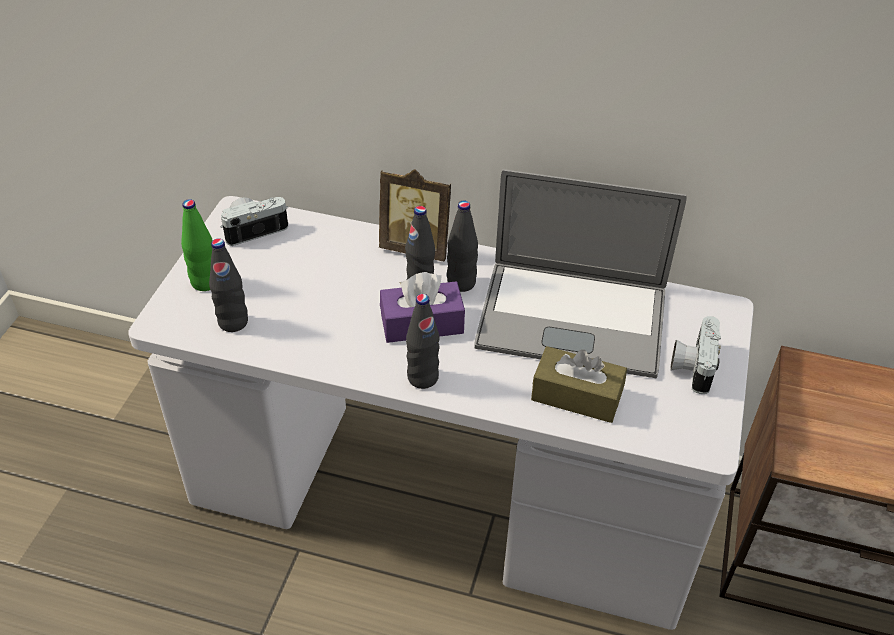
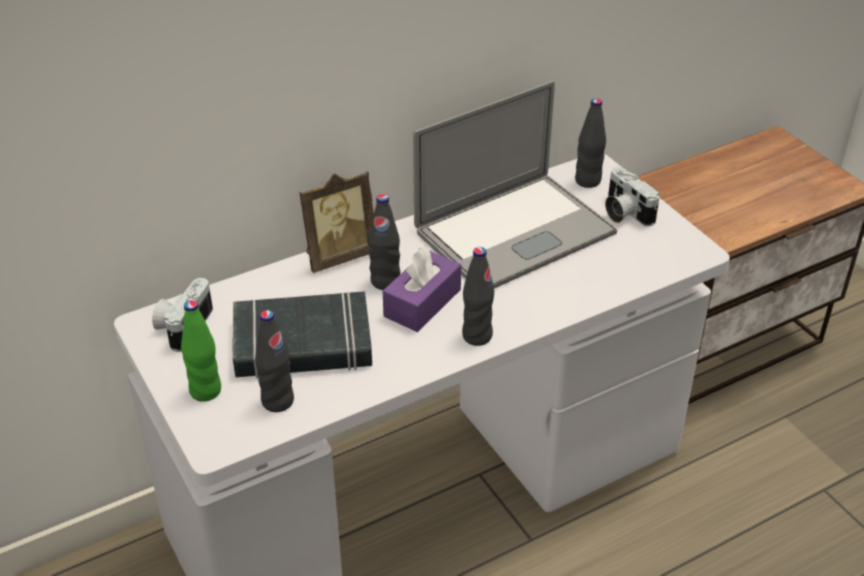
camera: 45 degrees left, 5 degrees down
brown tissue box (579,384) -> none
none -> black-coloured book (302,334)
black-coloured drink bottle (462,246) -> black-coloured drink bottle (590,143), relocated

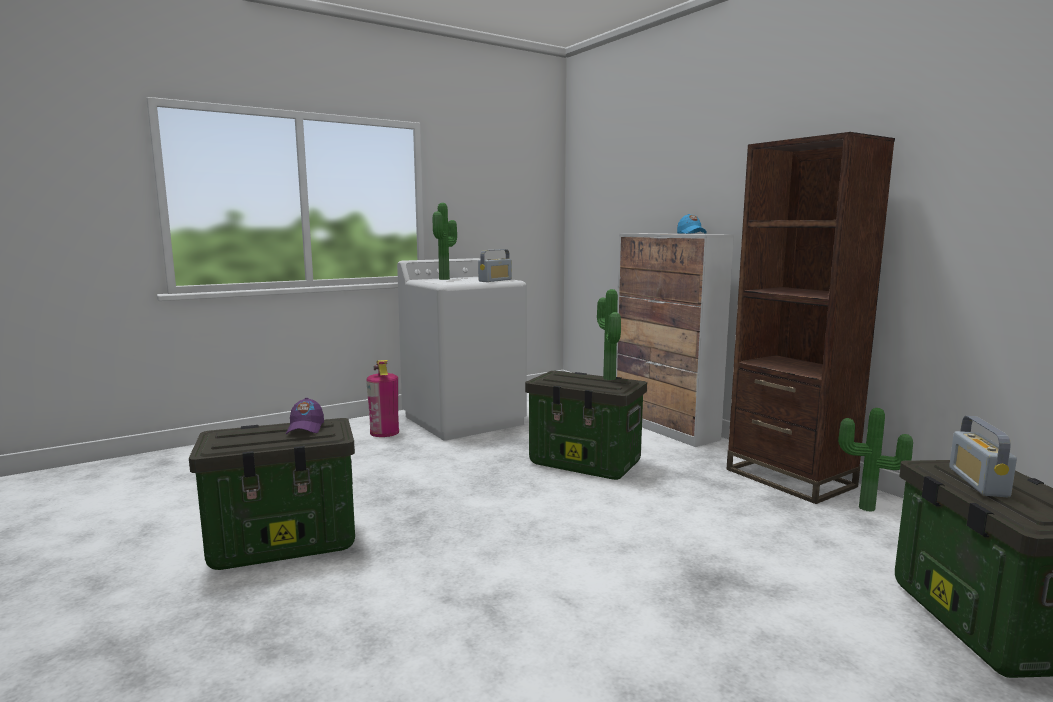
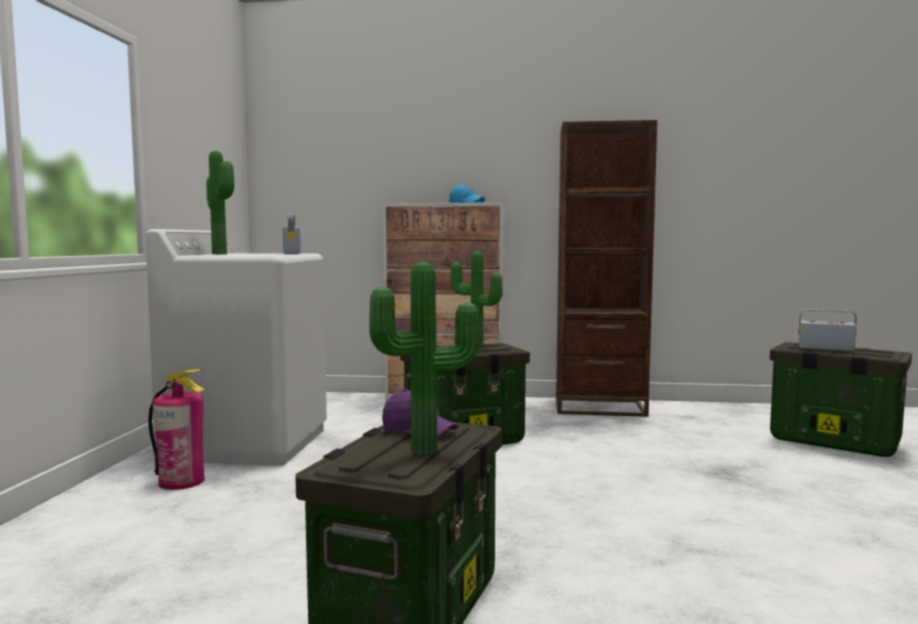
camera: 50 degrees left, 5 degrees down
plant in a pot (875,460) -> plant in a pot (424,358), relocated
radio receiver (983,456) -> radio receiver (827,330), 150 degrees clockwise

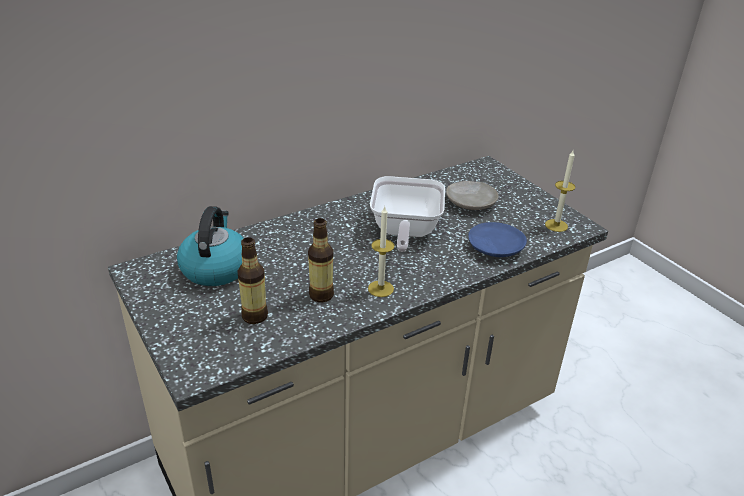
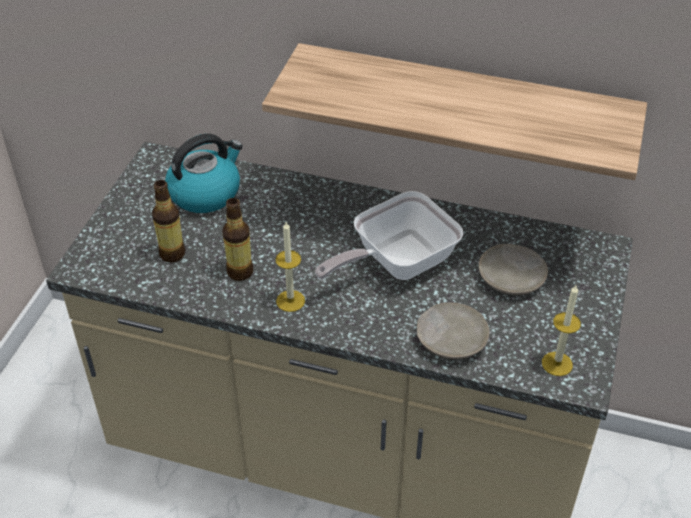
camera: 50 degrees right, 10 degrees up
none -> wall shelf (454,111)
bluish dinner plate (497,239) -> beige dinner plate (453,331)

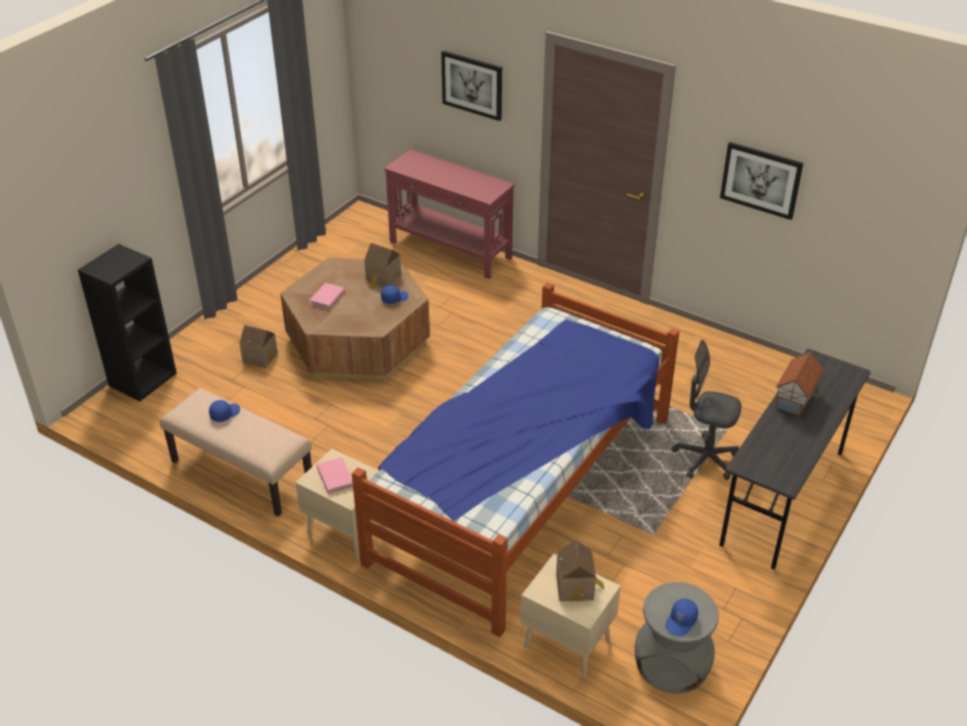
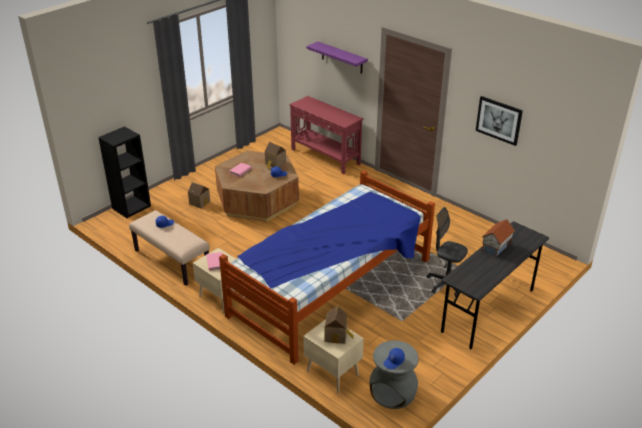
camera: 10 degrees right, 5 degrees down
picture (471,86) -> purple wall shelf (337,58)

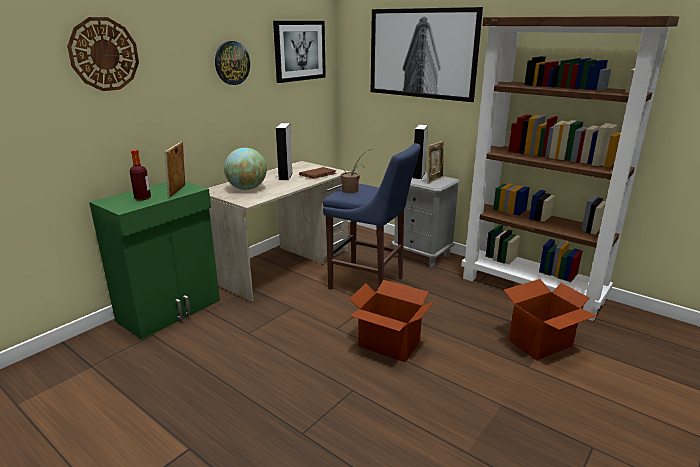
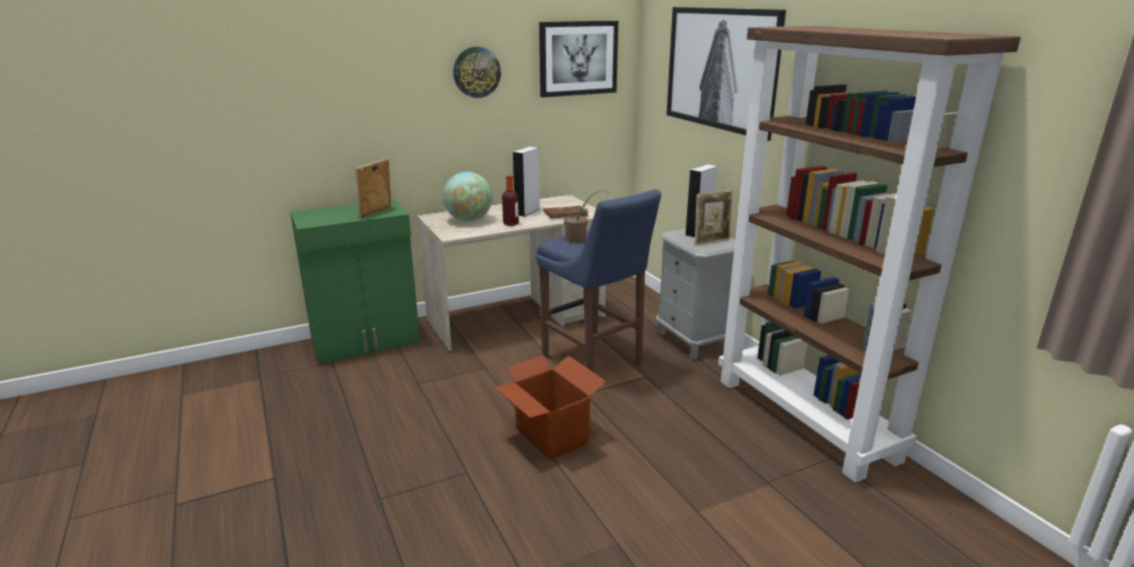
camera: 25 degrees right, 0 degrees up
wall clock (103,54) -> none
cardboard box (550,320) -> none
drink bottle (140,175) -> drink bottle (510,200), relocated

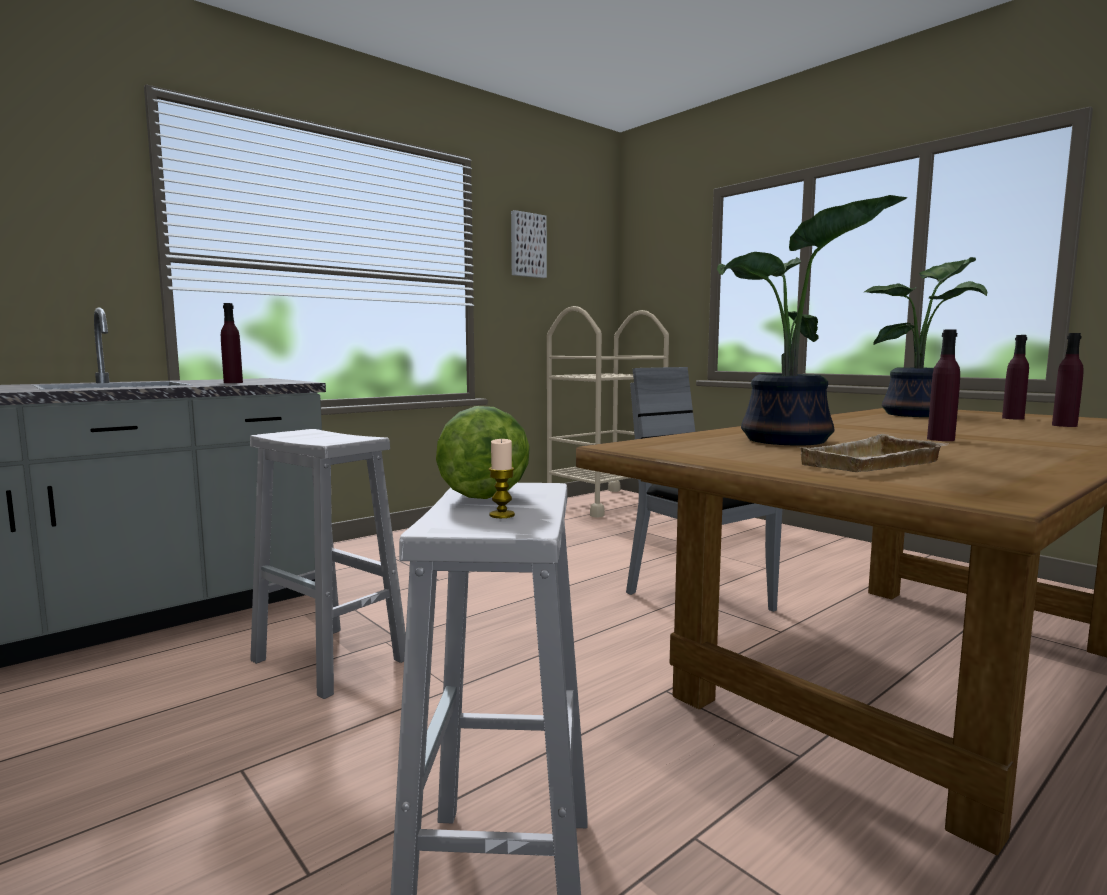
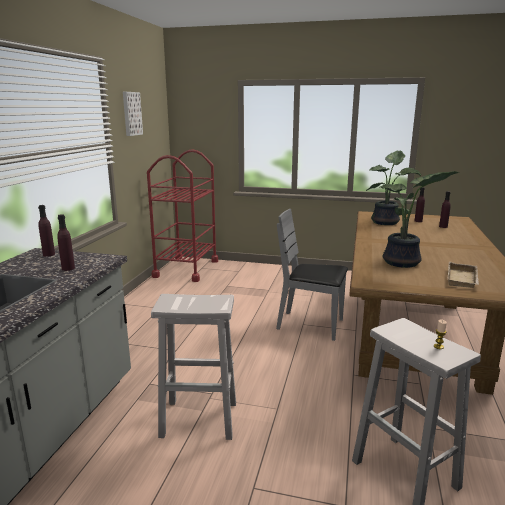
camera: 35 degrees left, 10 degrees up
head of lettuce (483,452) -> none
purple drink bottle (943,385) -> purple drink bottle (46,231), relocated
beige trolley (608,412) -> red-coloured trolley (182,215)

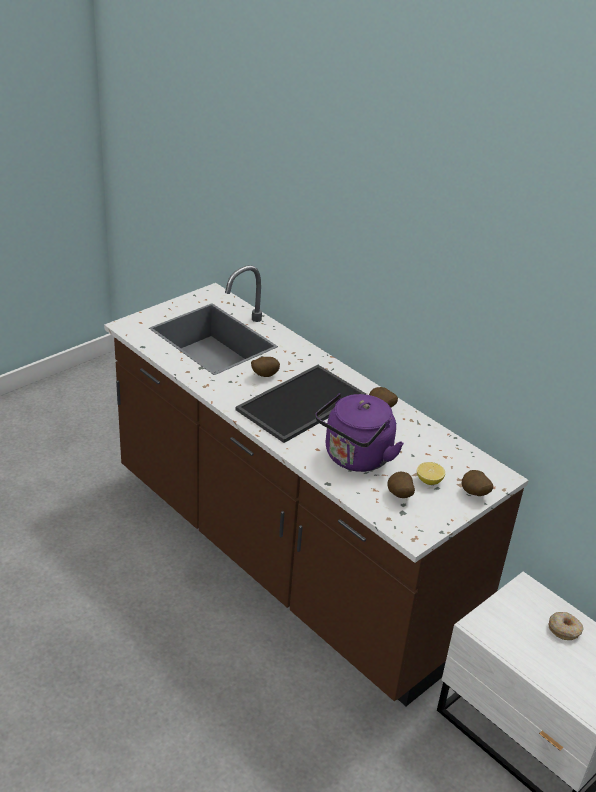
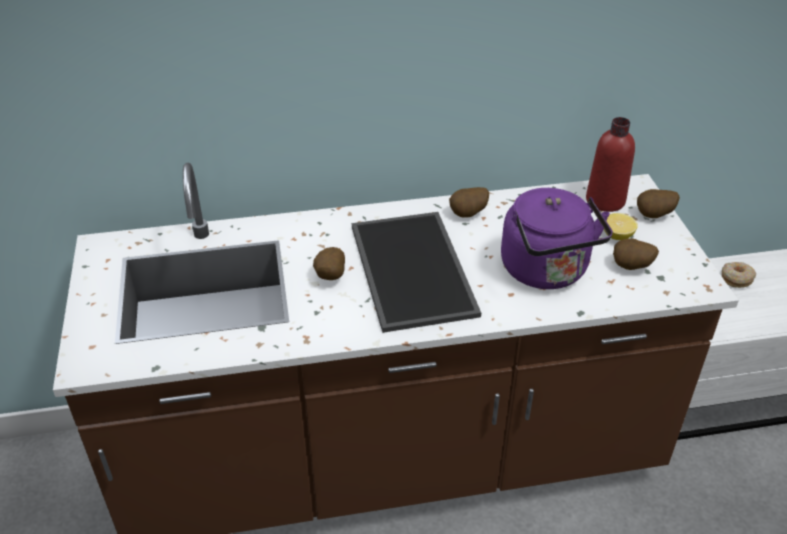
camera: 55 degrees left, 5 degrees up
none -> red-coloured drink bottle (610,164)

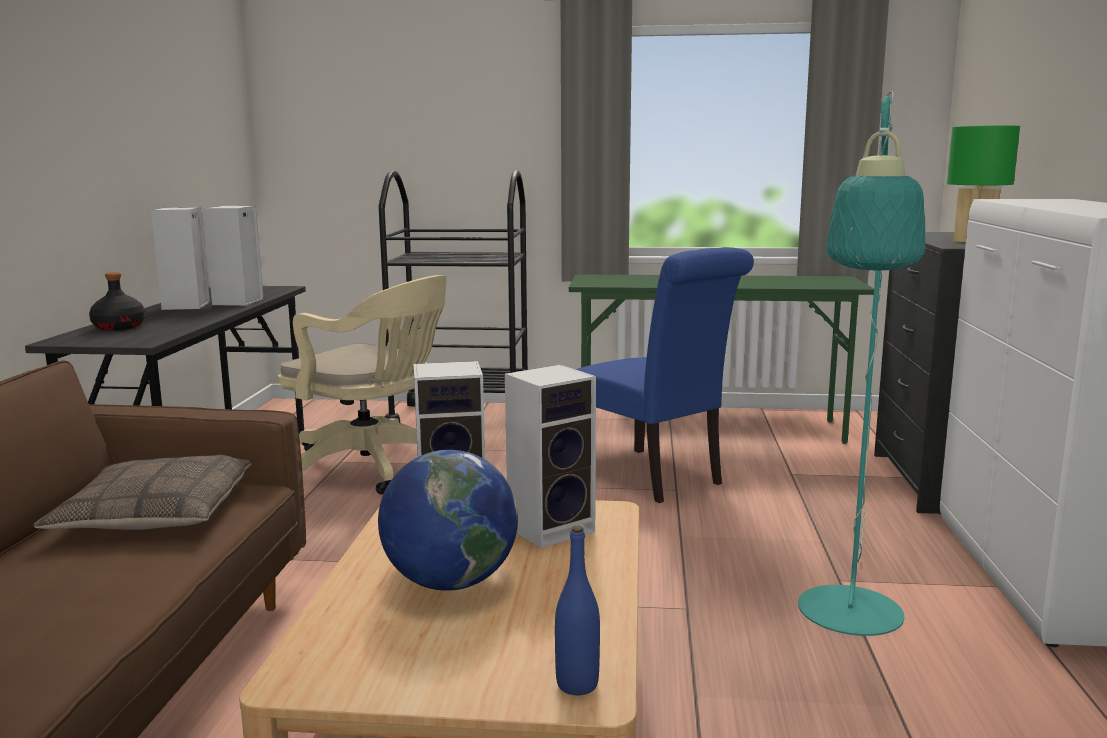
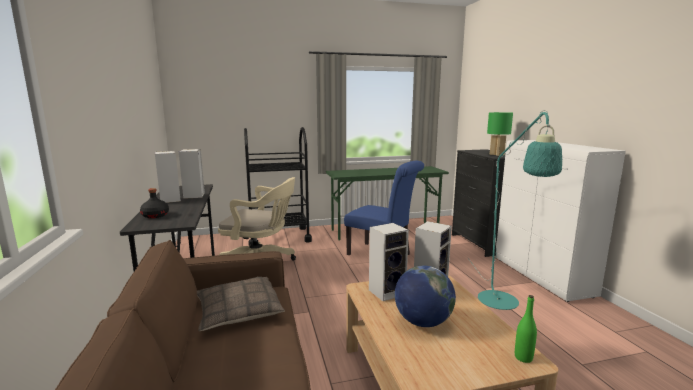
camera: 20 degrees left, 0 degrees up
bluish drink bottle (577,610) -> green-coloured drink bottle (526,329)

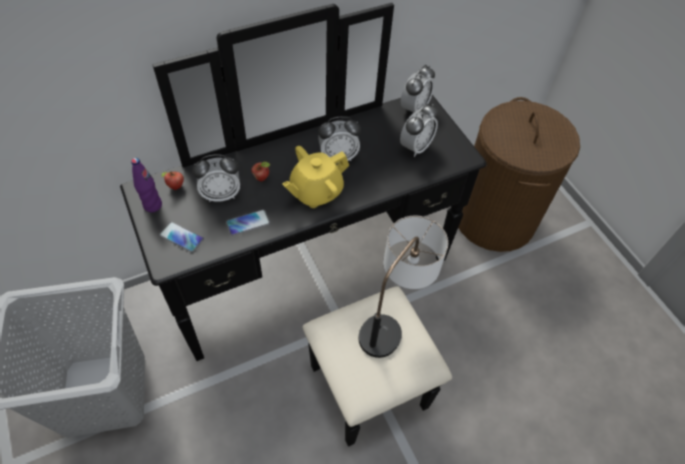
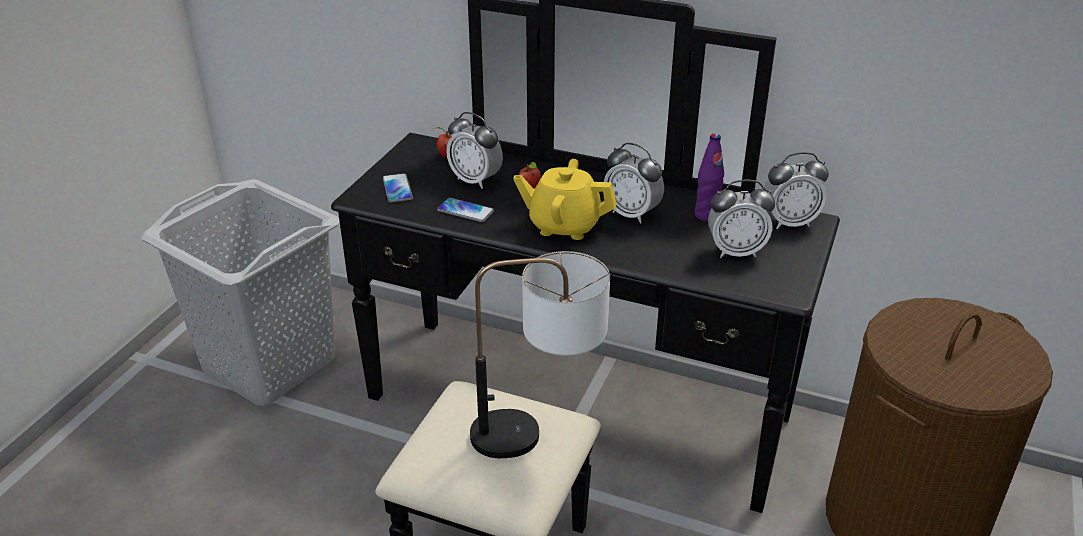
camera: 50 degrees right, 20 degrees down
purple drink bottle (146,185) -> purple drink bottle (709,177), relocated

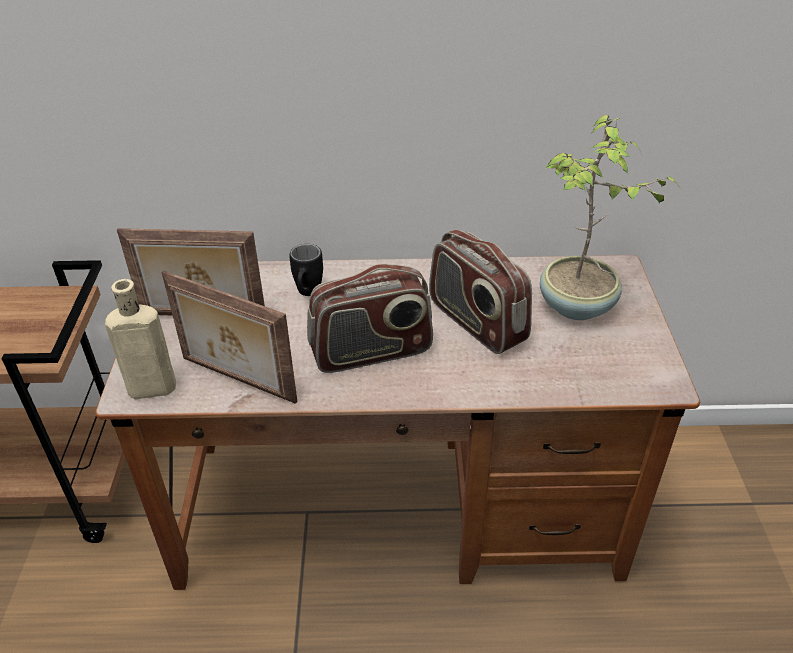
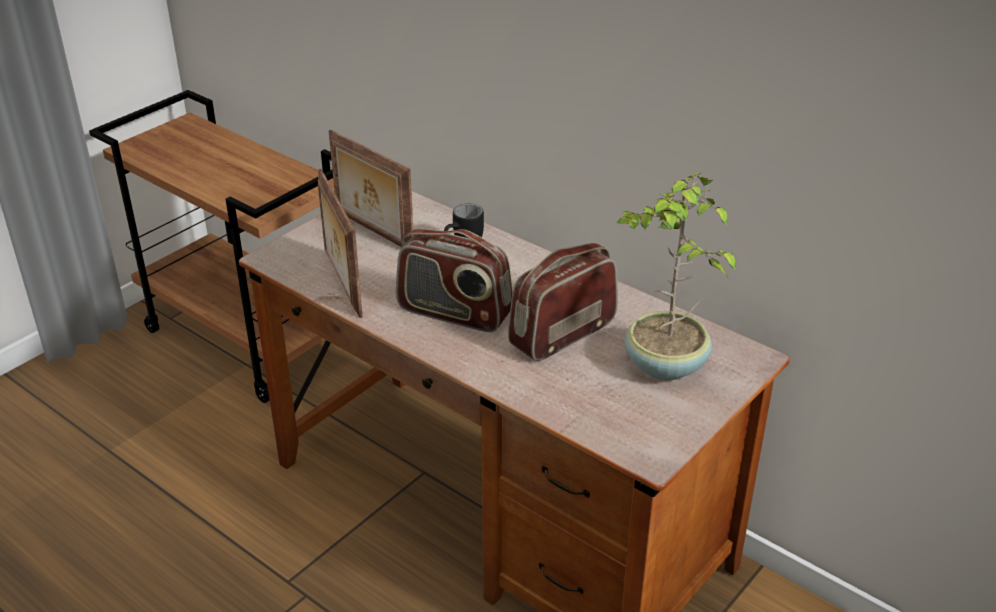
camera: 40 degrees right, 5 degrees down
beige drink bottle (140,339) -> none
radio receiver (480,291) -> radio receiver (563,302), 45 degrees clockwise

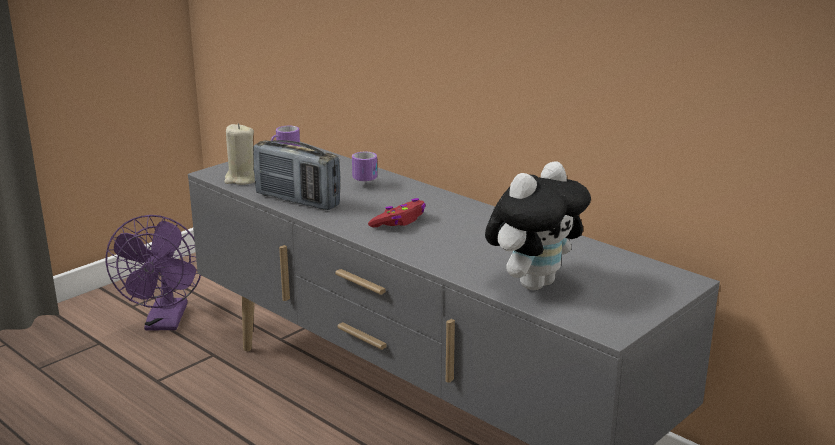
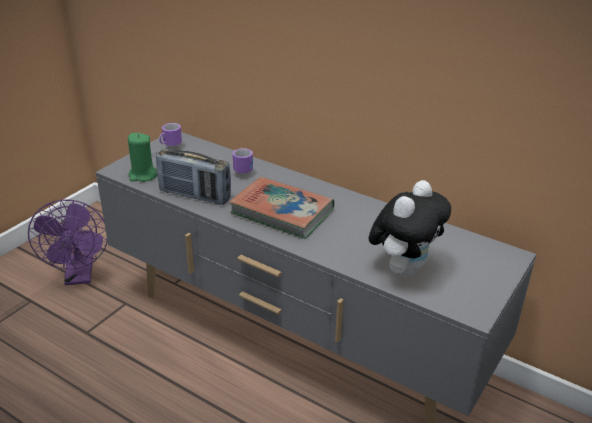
camera: 10 degrees left, 10 degrees up
red-coloured game controller (397,212) -> book (281,208)
beige candle (239,154) -> green-coloured candle (142,157)

